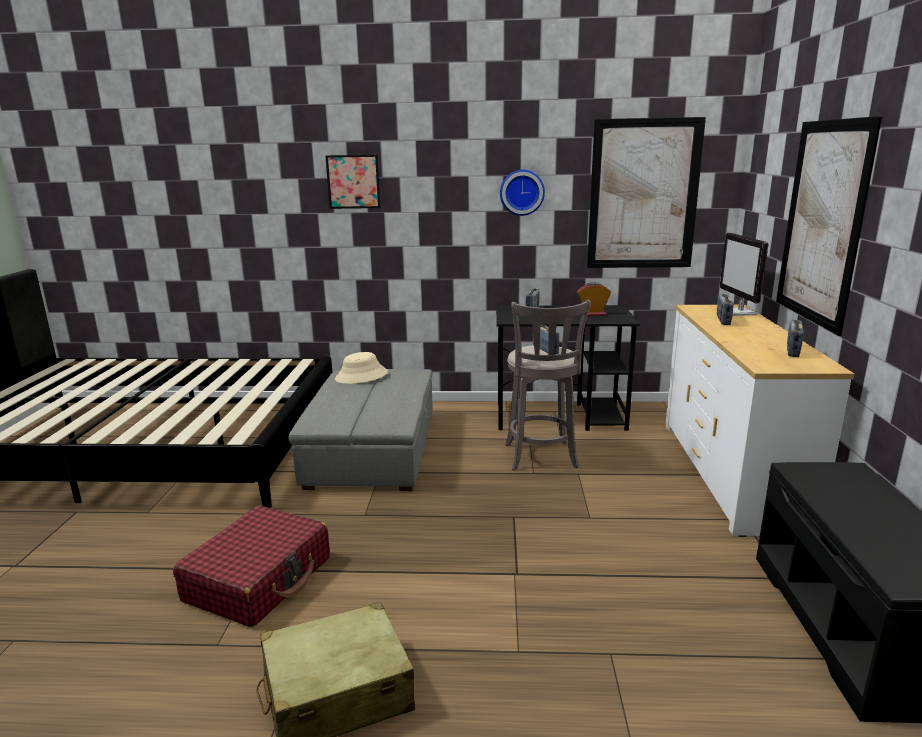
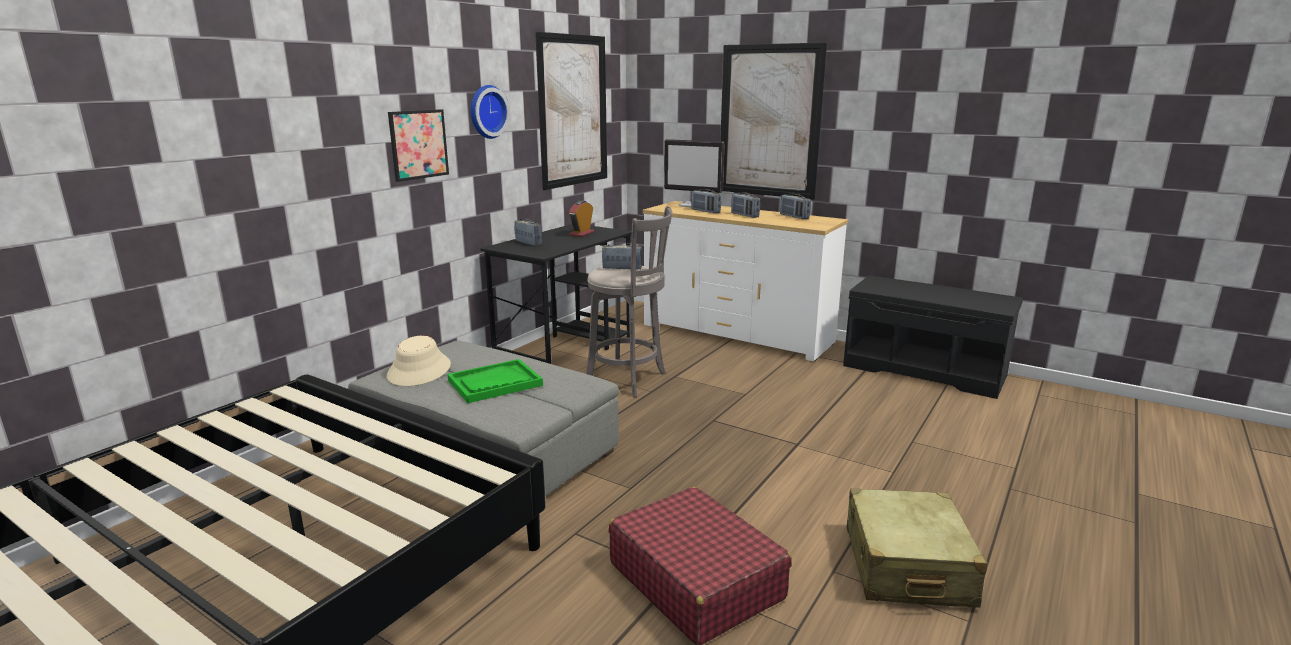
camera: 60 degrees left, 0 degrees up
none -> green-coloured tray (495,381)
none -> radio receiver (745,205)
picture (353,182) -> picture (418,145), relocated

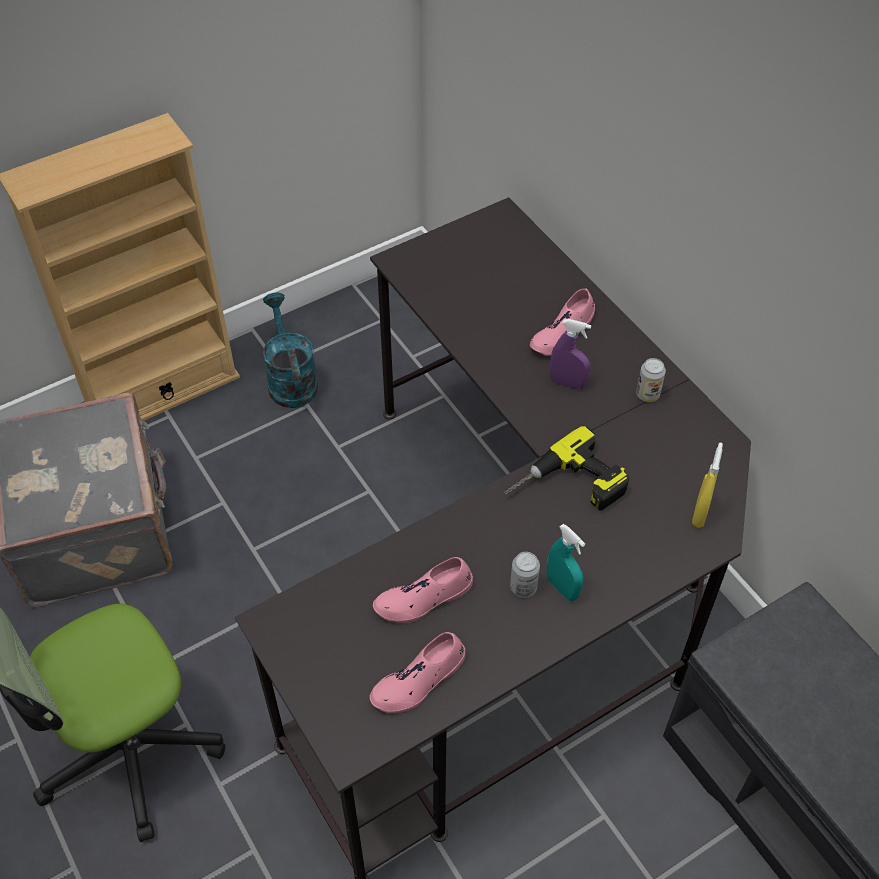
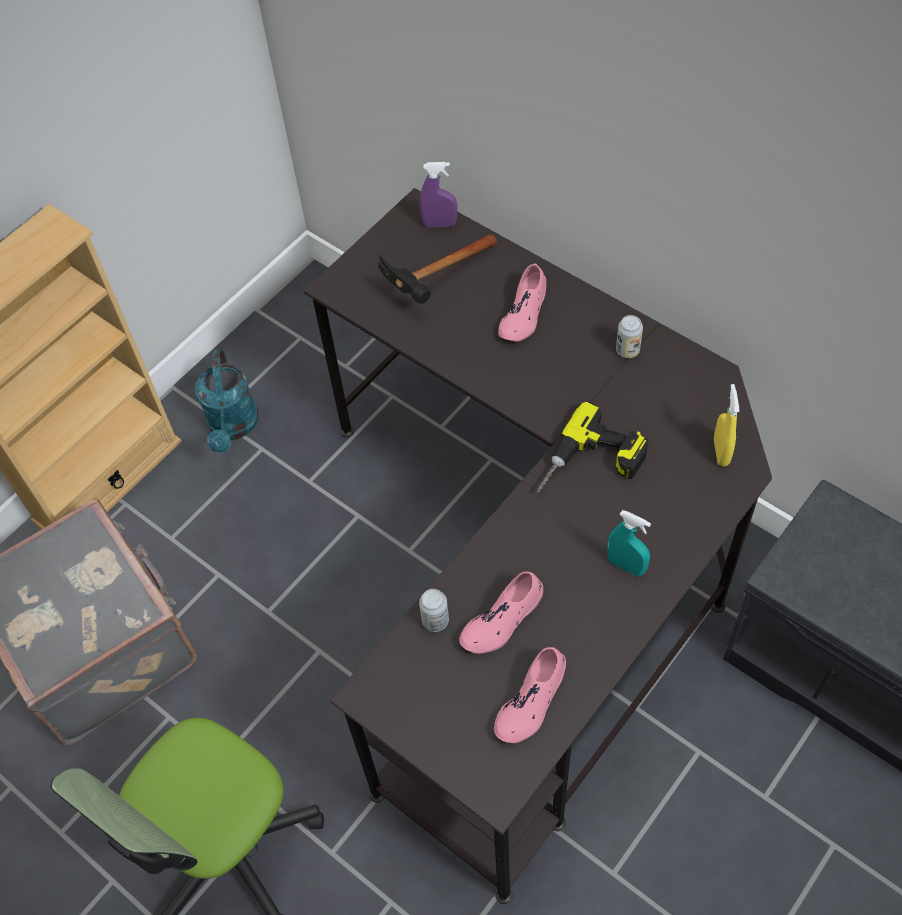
camera: 15 degrees left, 5 degrees up
none -> hammer (437,269)
can (525,575) -> can (434,610), relocated
purple hand sprayer (570,354) -> purple hand sprayer (438,194), relocated
blue-green sprinkling can (290,350) -> blue-green sprinkling can (227,401), 150 degrees counterclockwise

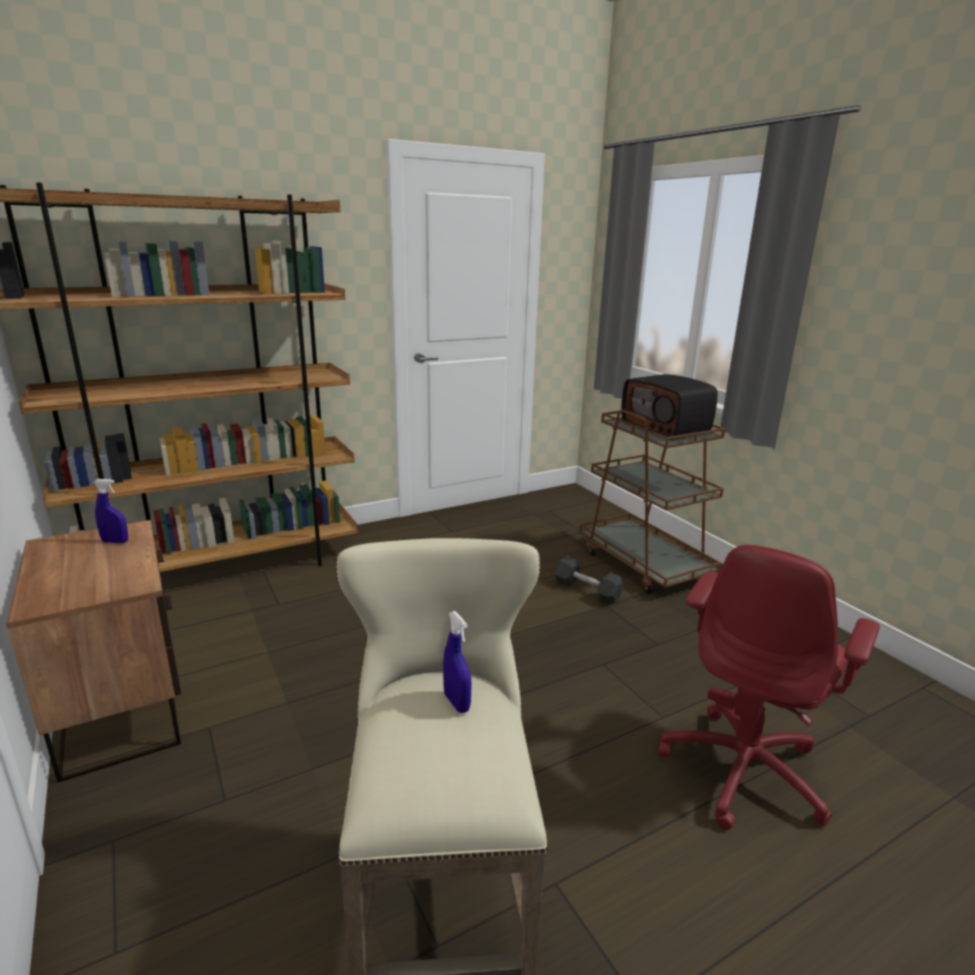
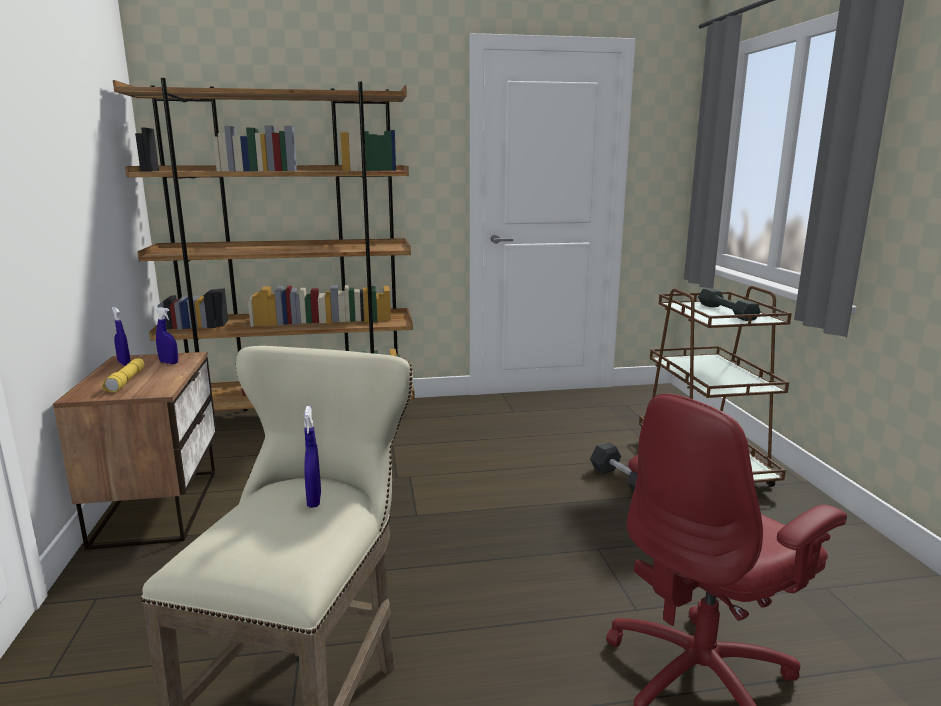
camera: 20 degrees right, 5 degrees down
none -> yellow-coloured torch (123,375)
none -> bluish hand sprayer (121,336)
radio receiver (670,407) -> gray hand weight (729,304)

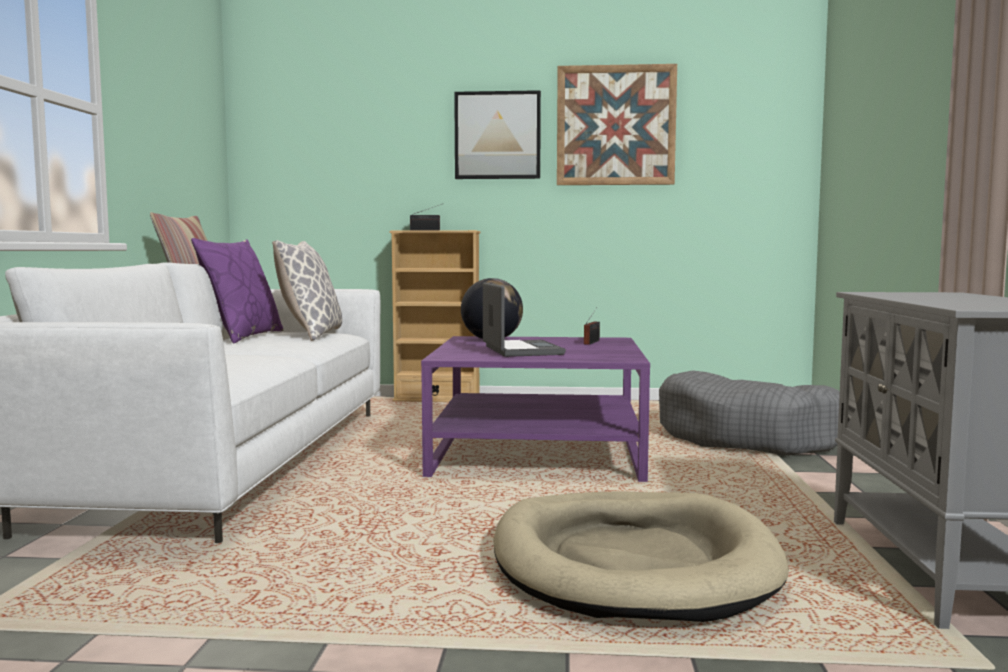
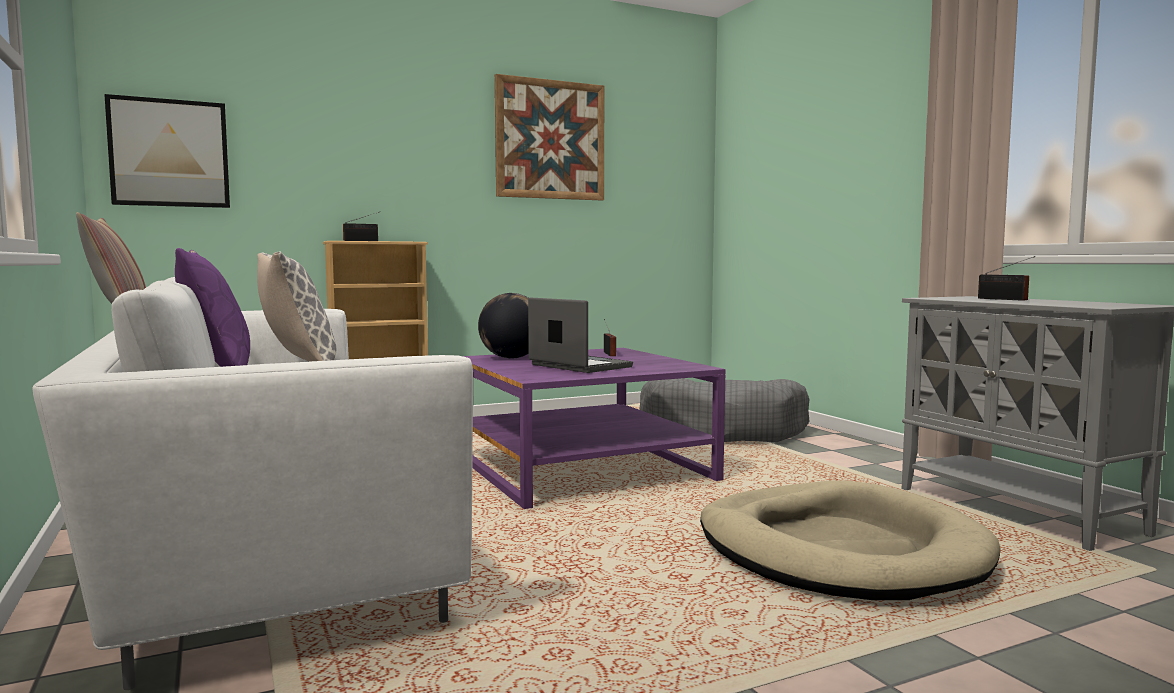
camera: 30 degrees left, 0 degrees up
none -> radio receiver (1006,278)
picture (497,134) -> picture (167,151), relocated

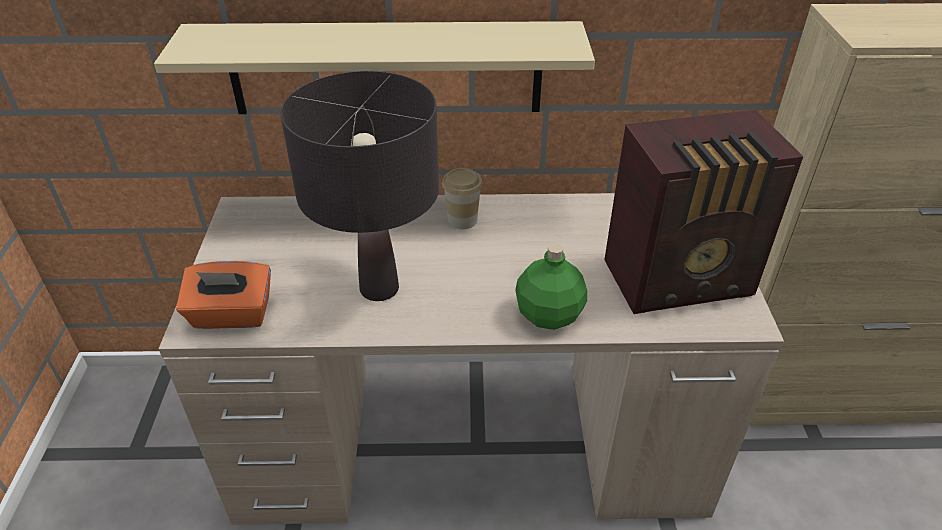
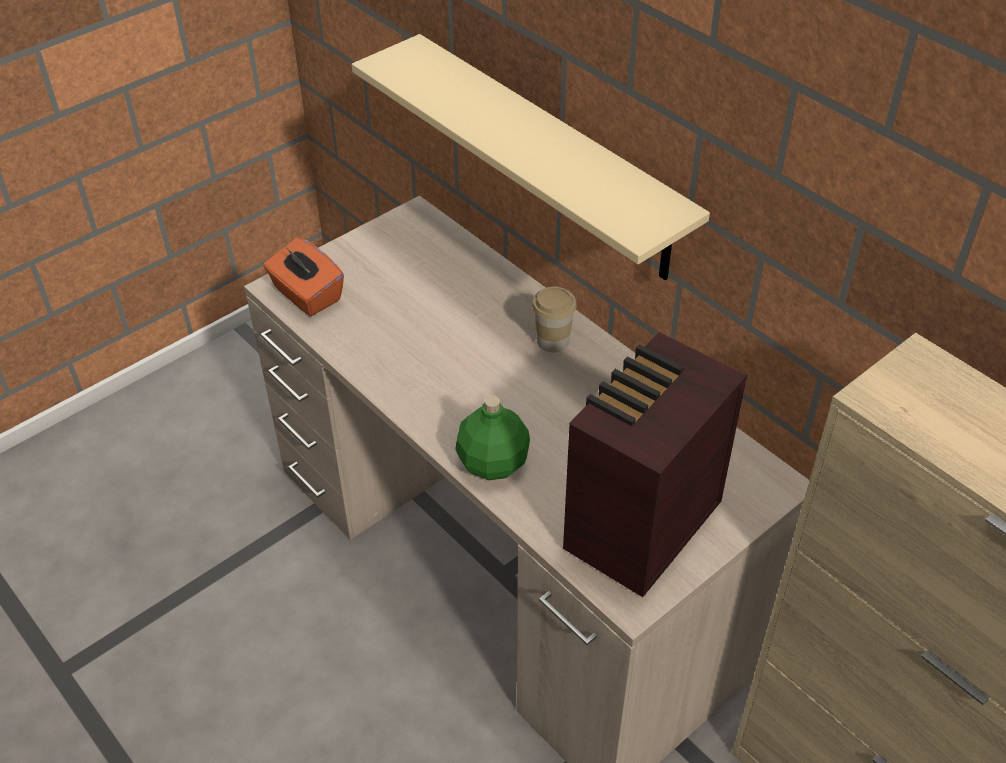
camera: 50 degrees right, 5 degrees up
black-coloured tabletop lamp (359,186) -> none
radio receiver (704,212) -> radio receiver (655,464), 90 degrees clockwise

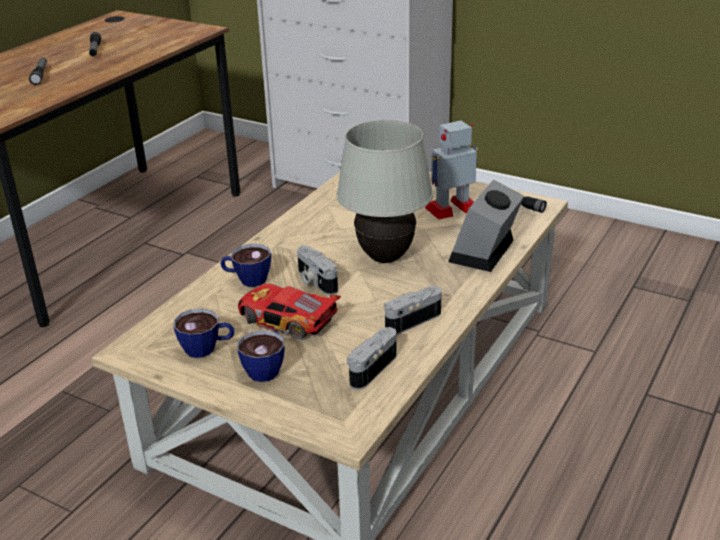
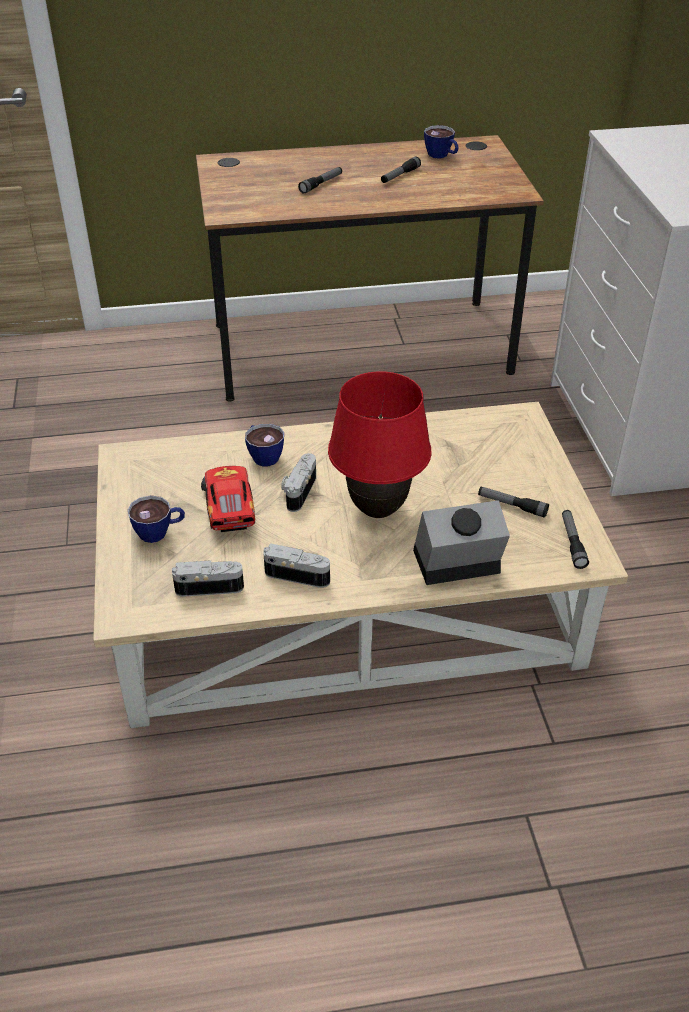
camera: 50 degrees right, 10 degrees up
drinking cup (203,333) -> drinking cup (441,141), relocated
robot figure (451,170) -> torch (513,502)
white tabletop lamp (384,191) -> red-coloured tabletop lamp (380,444)

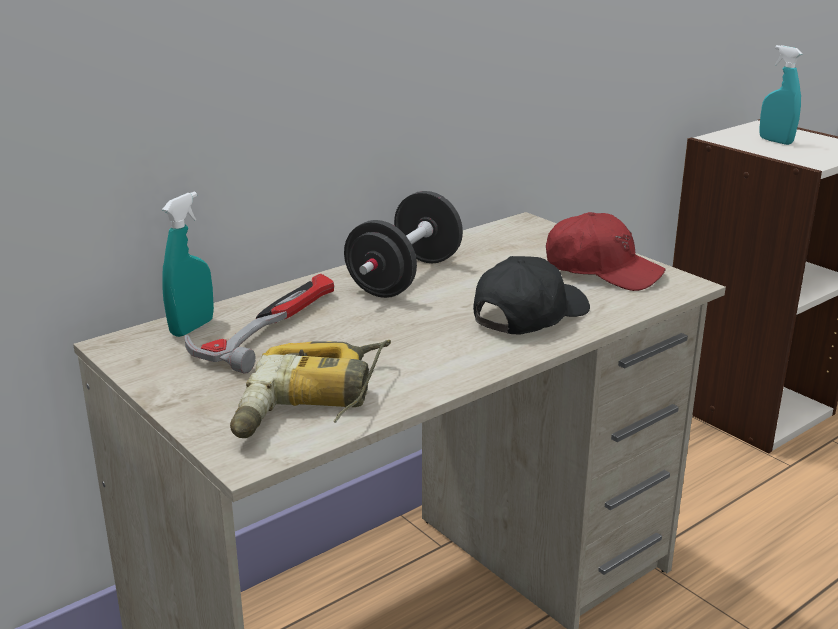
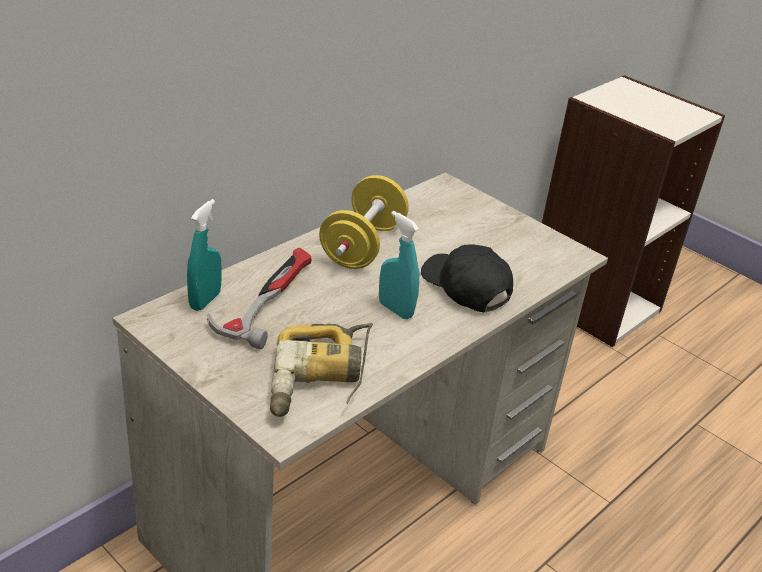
camera: 10 degrees left, 10 degrees up
red-coloured baseball cap (606,251) -> none
blue-green hand sprayer (781,95) -> blue-green hand sprayer (399,265), relocated
black-coloured hand weight (403,244) -> yellow-coloured hand weight (364,222)
black-coloured baseball cap (531,295) -> black-coloured baseball cap (467,278), 75 degrees counterclockwise

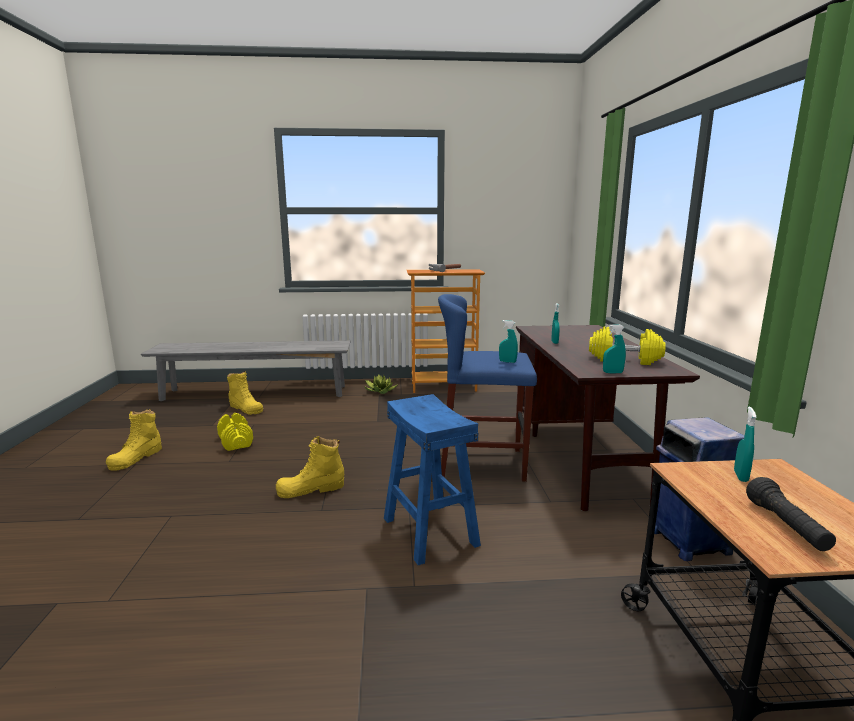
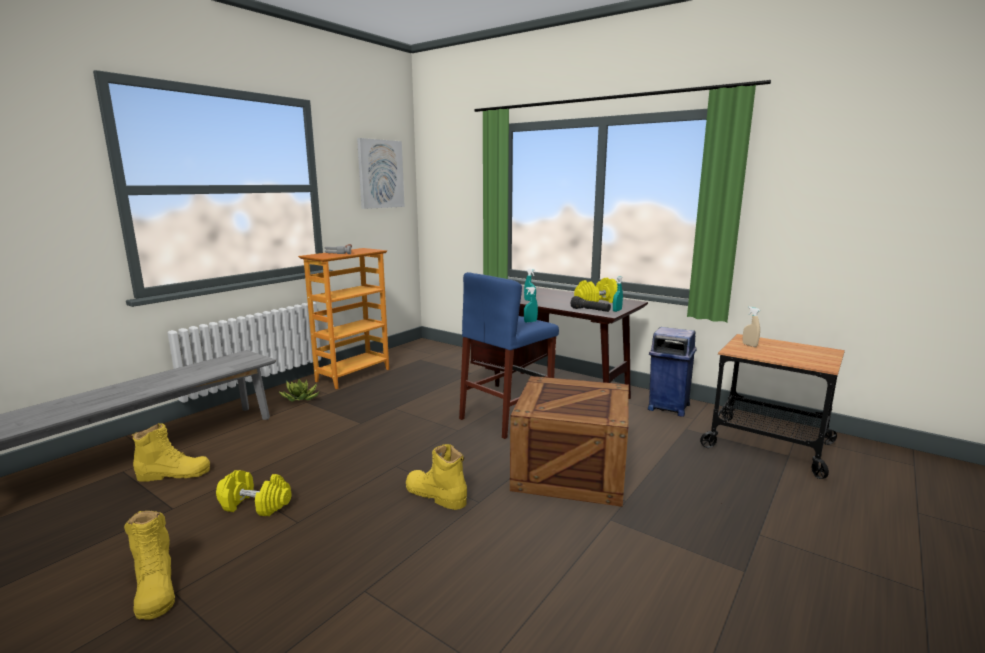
camera: 50 degrees left, 0 degrees up
none -> picture (381,173)
black-coloured torch (791,514) -> black-coloured torch (591,304), relocated
bluish stool seat (432,479) -> crate (569,441)
blue-green hand sprayer (745,444) -> beige hand sprayer (751,327)
yellow-coloured tall boot (310,467) -> yellow-coloured tall boot (436,477), 105 degrees clockwise

